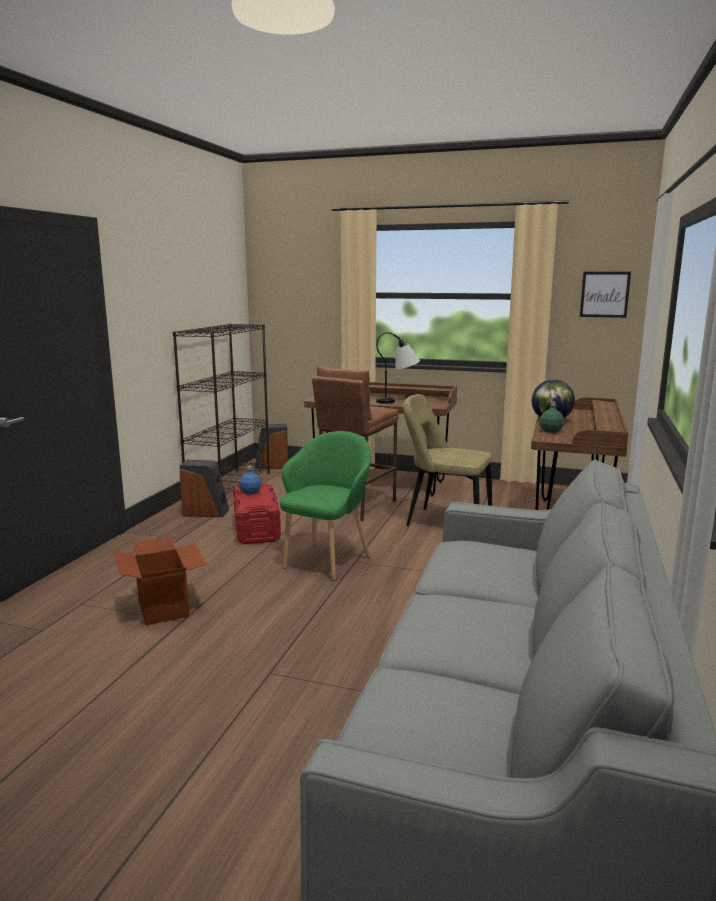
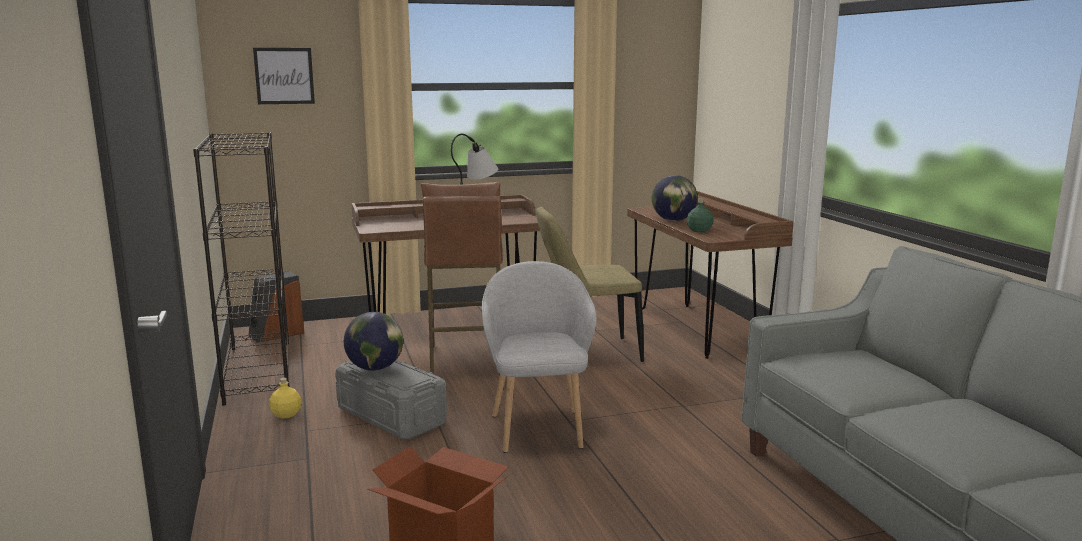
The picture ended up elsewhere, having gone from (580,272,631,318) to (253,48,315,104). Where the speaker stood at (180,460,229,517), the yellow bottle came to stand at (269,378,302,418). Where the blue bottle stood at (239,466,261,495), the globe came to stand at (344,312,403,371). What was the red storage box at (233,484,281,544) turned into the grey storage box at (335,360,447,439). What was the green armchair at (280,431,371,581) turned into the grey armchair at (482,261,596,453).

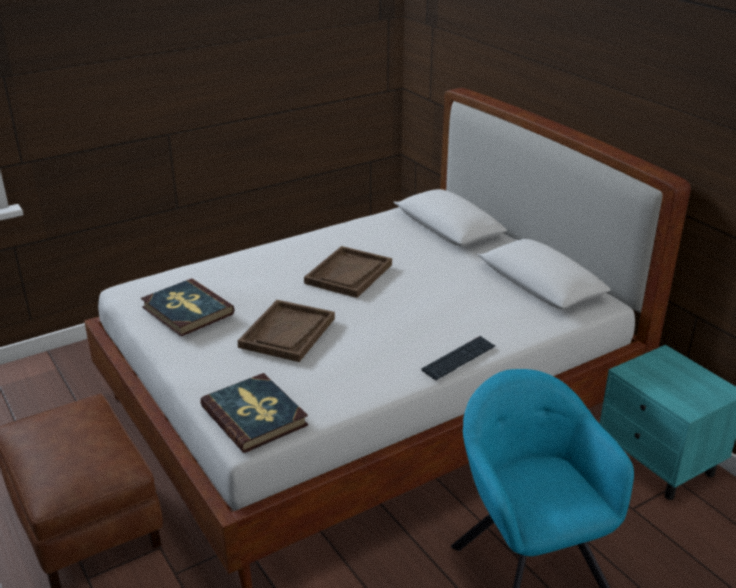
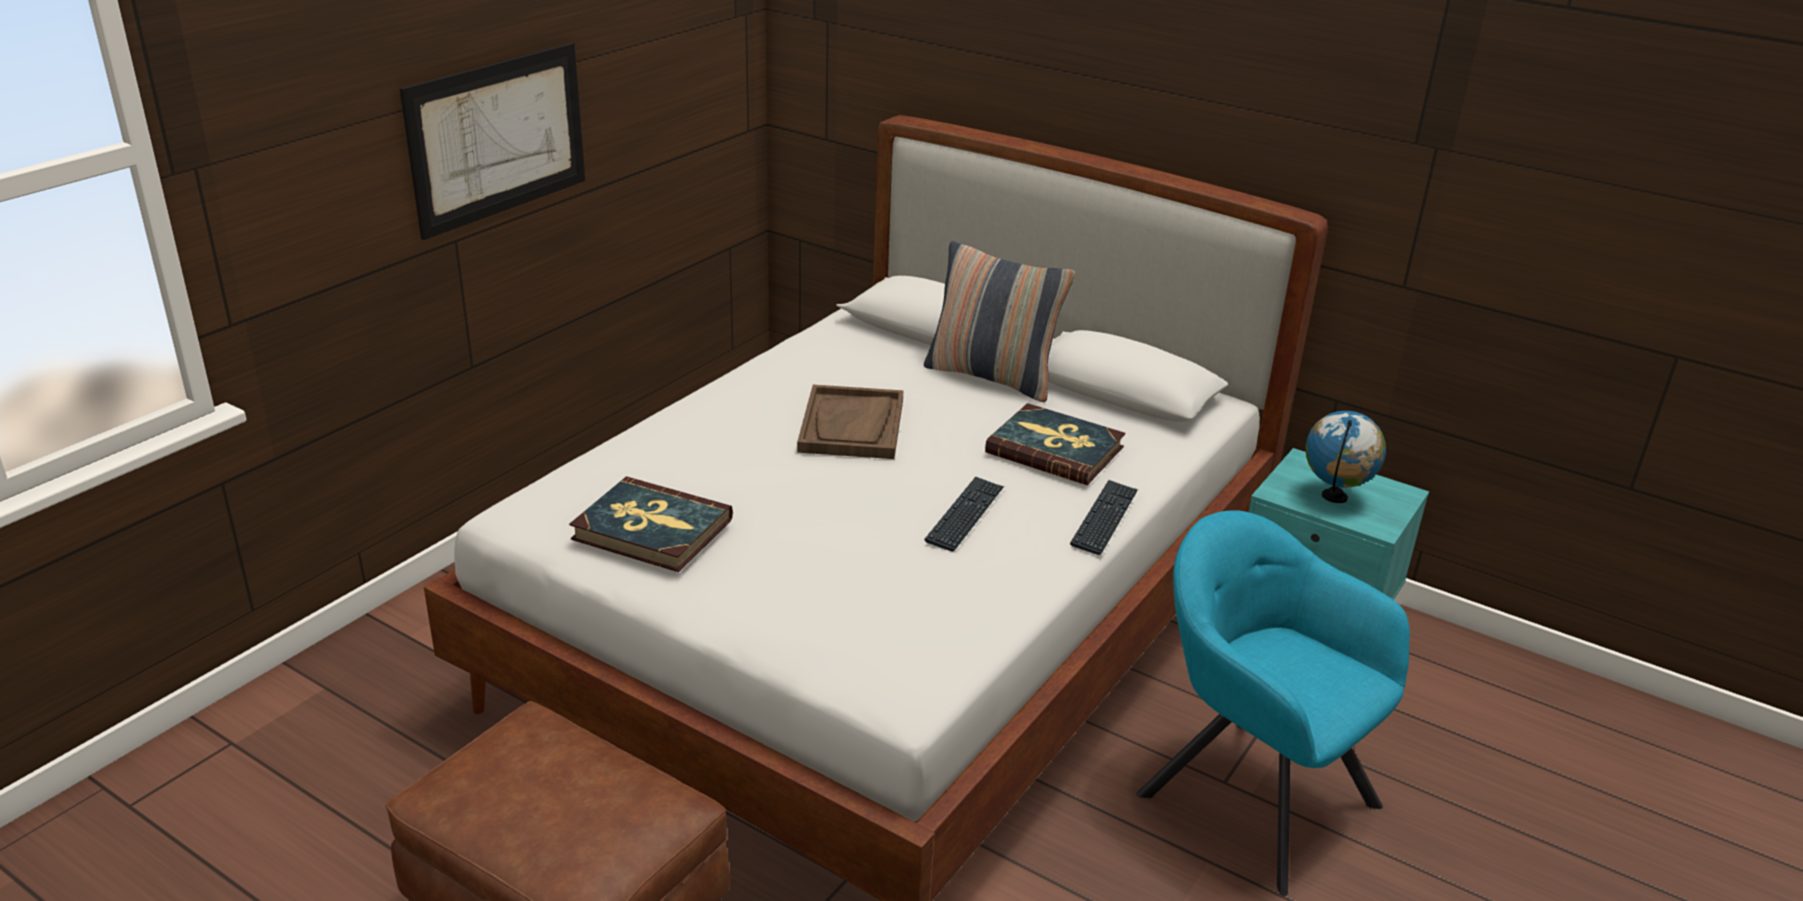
The second view lost the brown tray at (237,300,335,362). The second view gained the picture at (400,43,585,240). The second view gained the pillow at (924,241,1075,402). The second view gained the keyboard at (924,477,1004,552). The second view gained the globe at (1305,411,1386,503). The book ended up elsewhere, having gone from (200,373,308,453) to (985,403,1125,485).

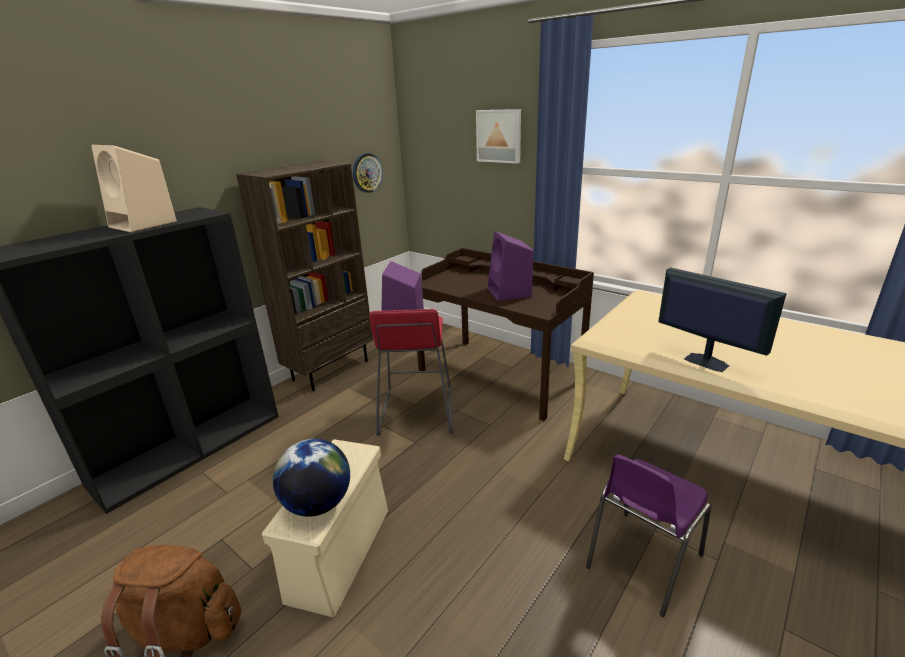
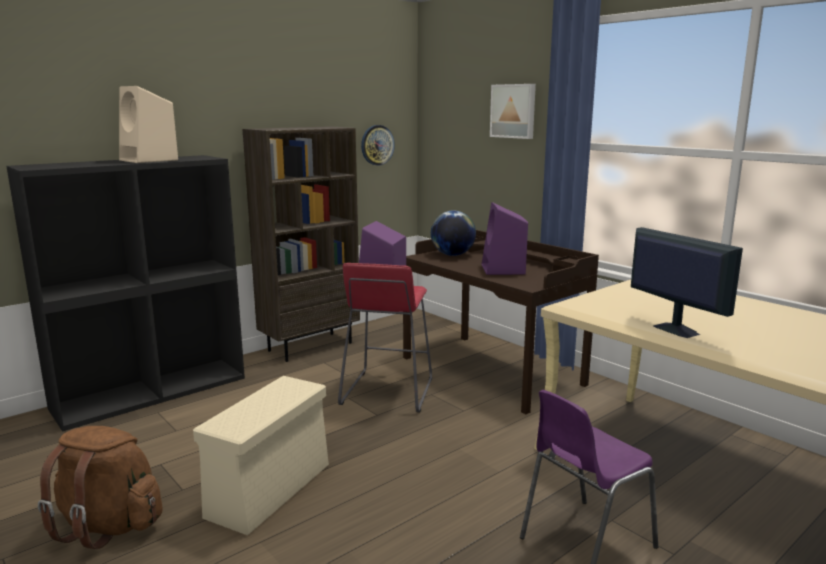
The globe ended up elsewhere, having gone from (273,439,350,517) to (431,210,476,256).

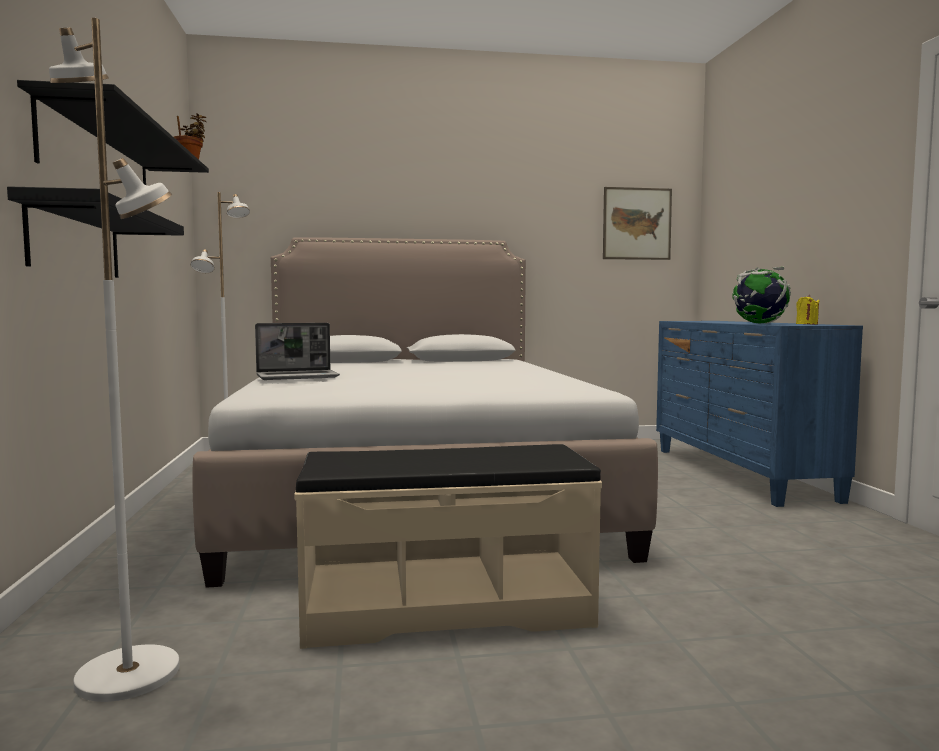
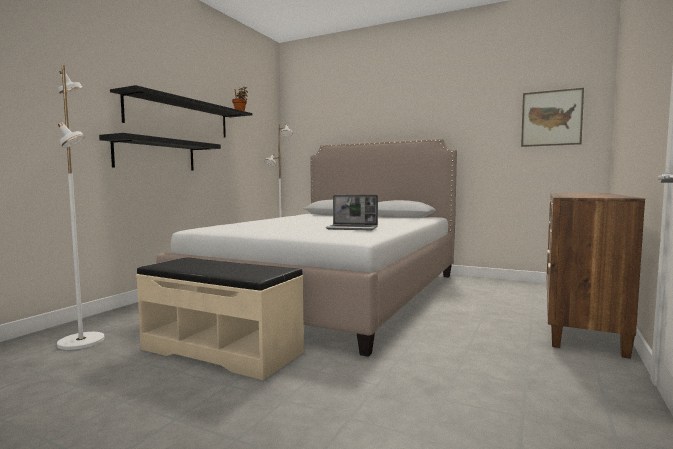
The second view lost the globe at (732,267,791,324). The second view lost the yellow candle at (796,295,820,325). The laptop ended up elsewhere, having gone from (255,323,340,380) to (326,195,378,230). What was the blue dresser at (656,321,863,507) turned into the brown dresser at (547,193,645,359).

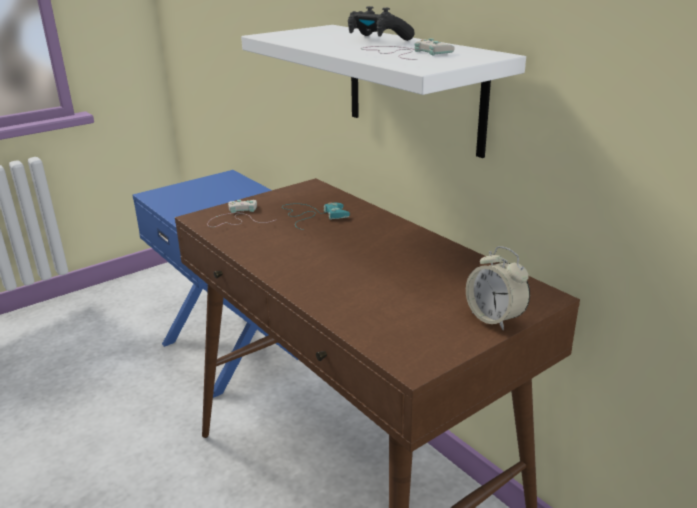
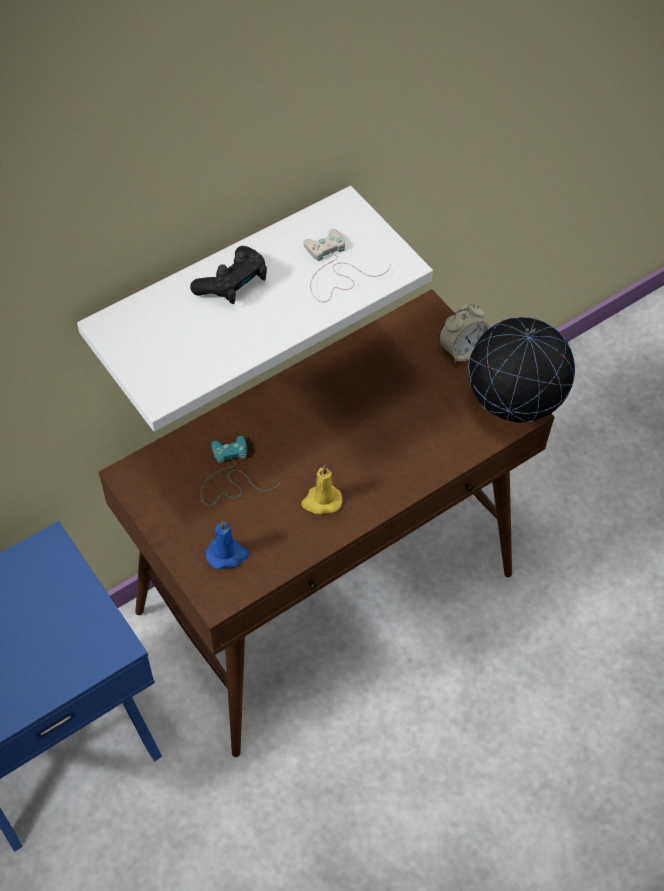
The second view gained the yellow candle at (301,465,342,515). The second view gained the globe at (468,317,575,423). Where the white game controller stood at (207,200,277,227), the blue candle came to stand at (206,521,249,569).

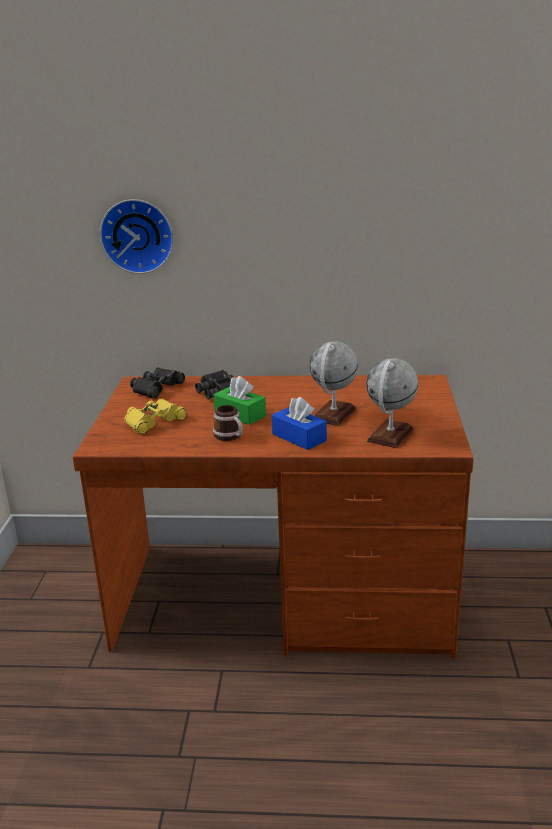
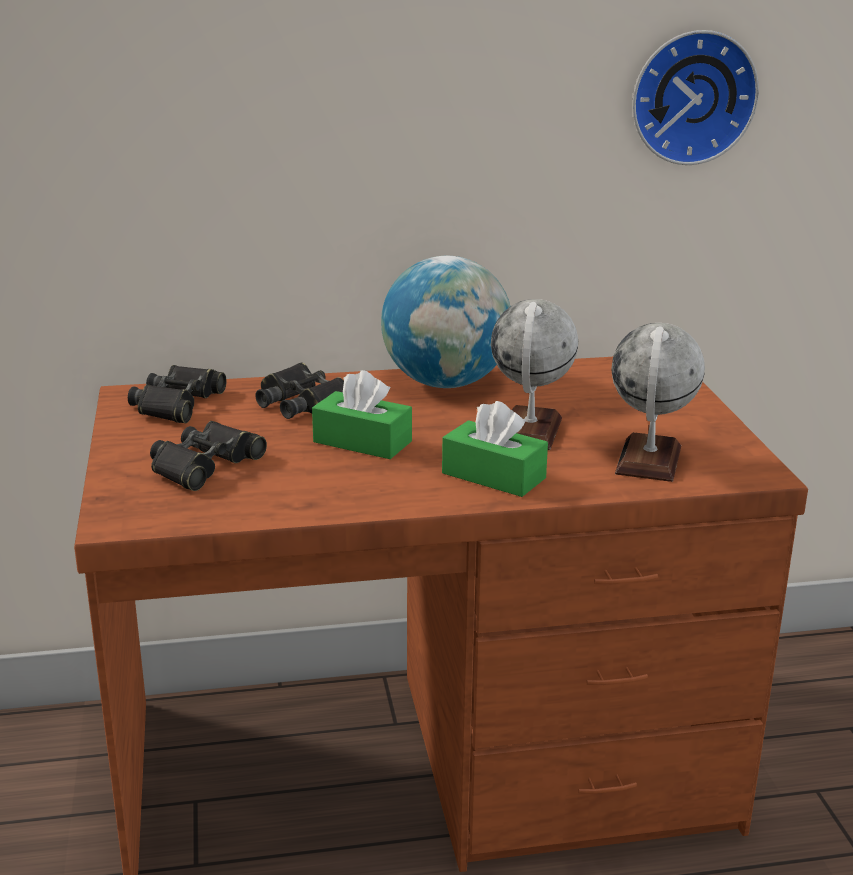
The second view lost the mug at (213,405,243,441). The second view gained the globe at (381,256,511,388). The wall clock ended up elsewhere, having gone from (100,199,173,274) to (632,30,759,165). What was the yellow binoculars at (124,398,187,434) turned into the black binoculars at (150,421,267,491). What was the blue tissue box at (272,397,327,450) turned into the green tissue box at (442,401,548,497).

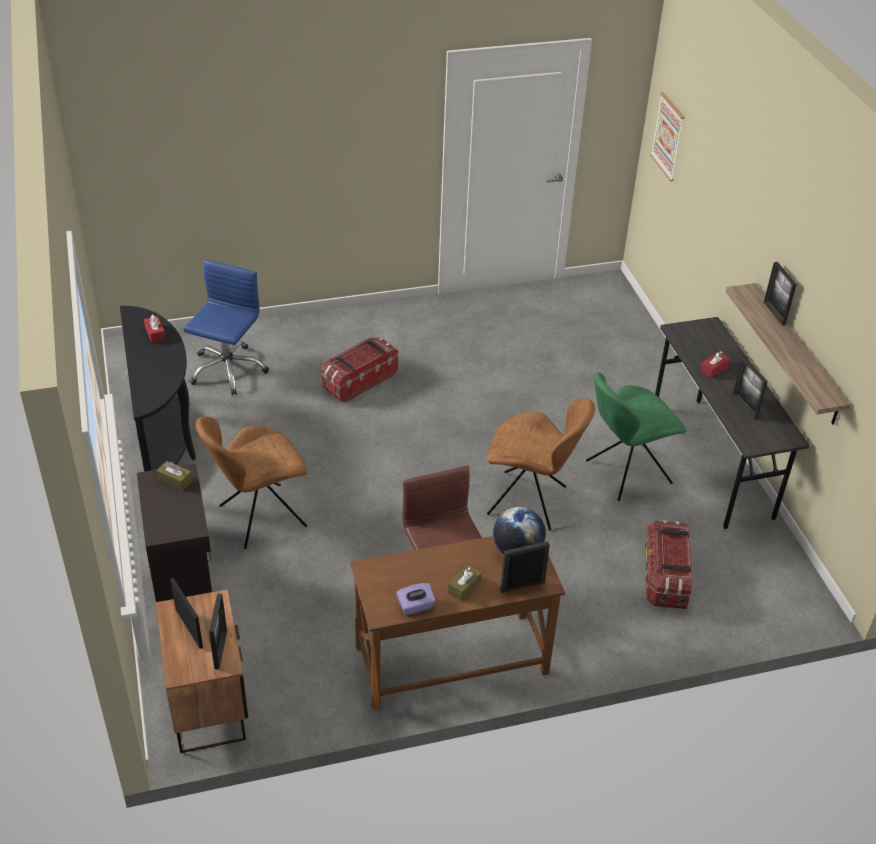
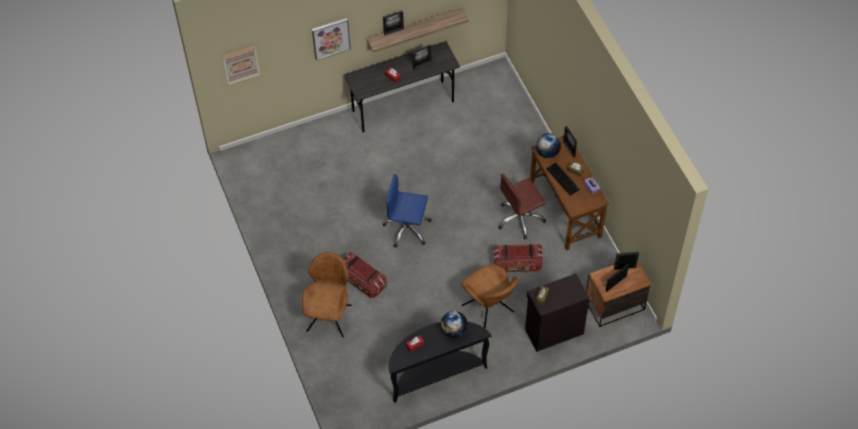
The second view lost the green chair at (586,373,686,501). The second view gained the picture at (312,18,351,60). The second view gained the globe at (441,311,468,338). The second view gained the keyboard at (546,163,580,196). The blue office chair ended up elsewhere, having gone from (183,259,269,396) to (383,174,431,248). The brown chair ended up elsewhere, having gone from (487,398,595,531) to (302,252,352,337). The storage box ended up elsewhere, having gone from (645,520,692,609) to (493,244,543,272).

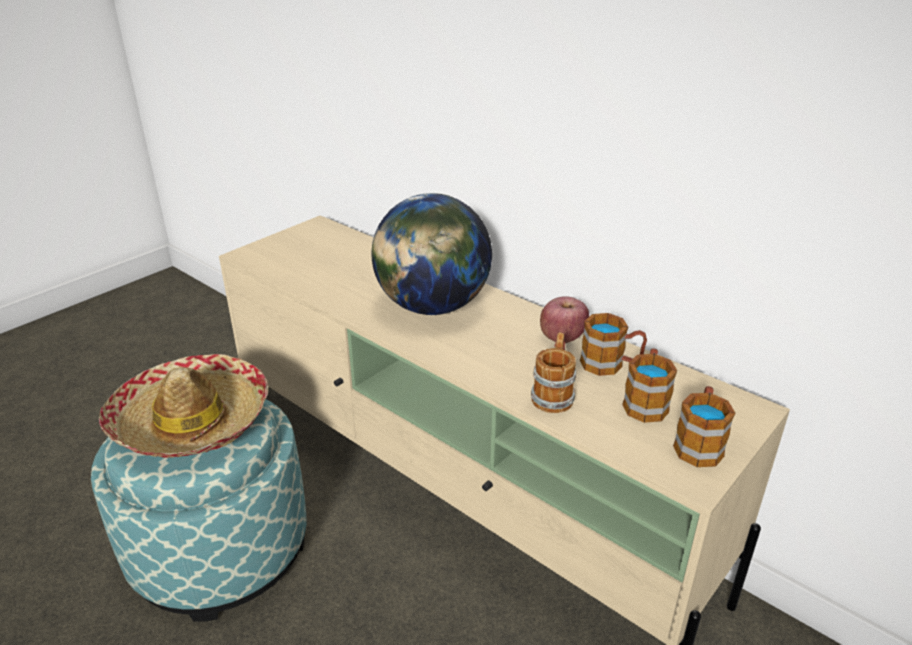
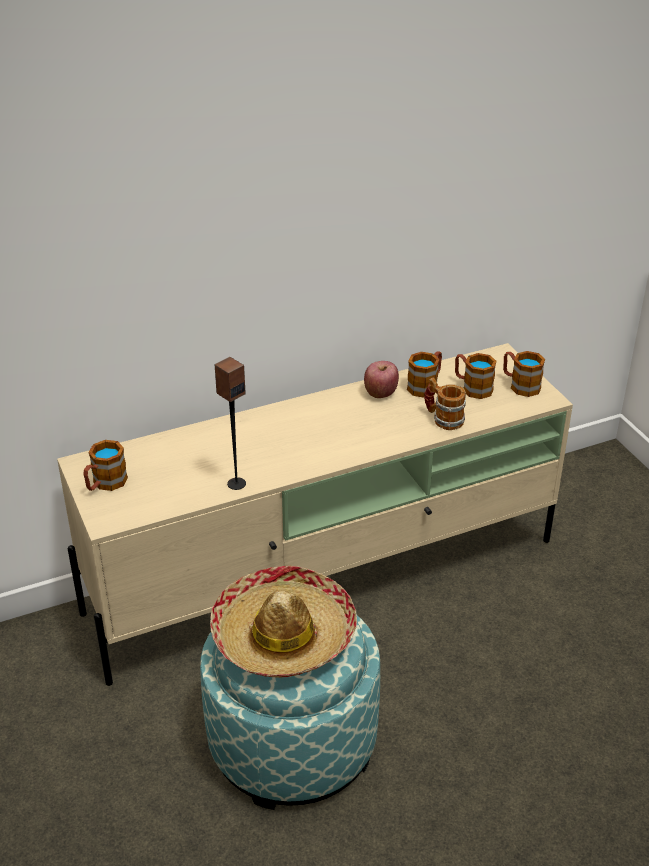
The second view lost the globe at (371,193,492,315). The second view gained the mug at (83,440,128,491). The second view gained the speaker at (214,357,246,490).

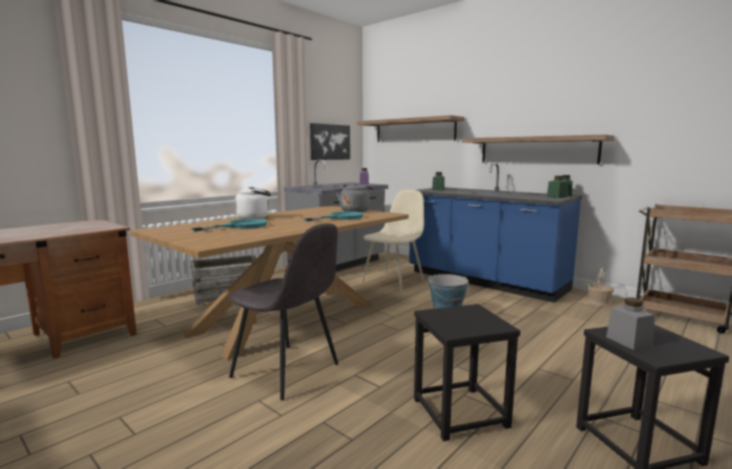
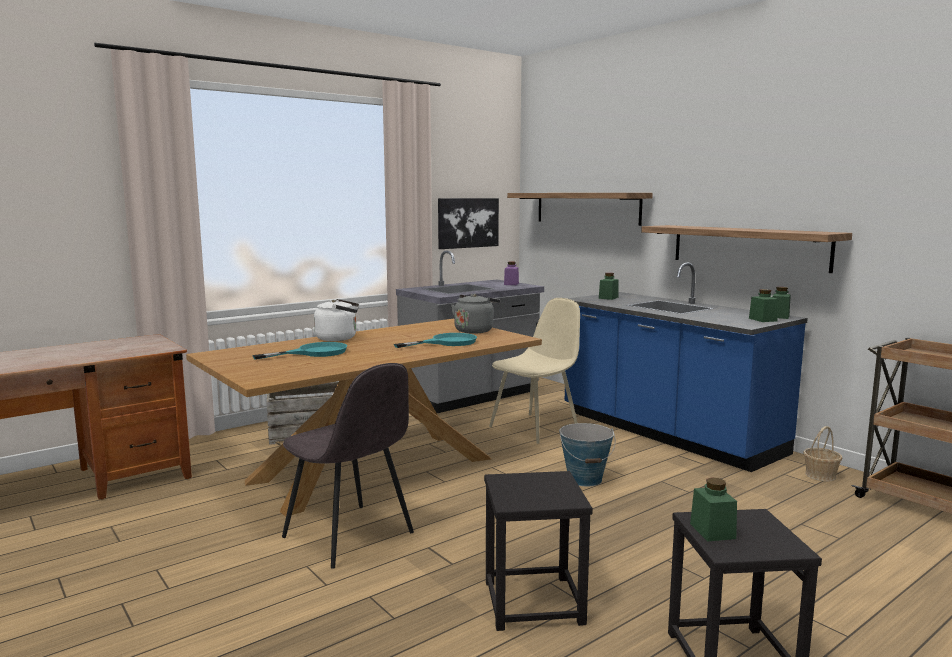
What was the grey jar at (606,297,655,350) turned into the green jar at (690,477,737,541).

